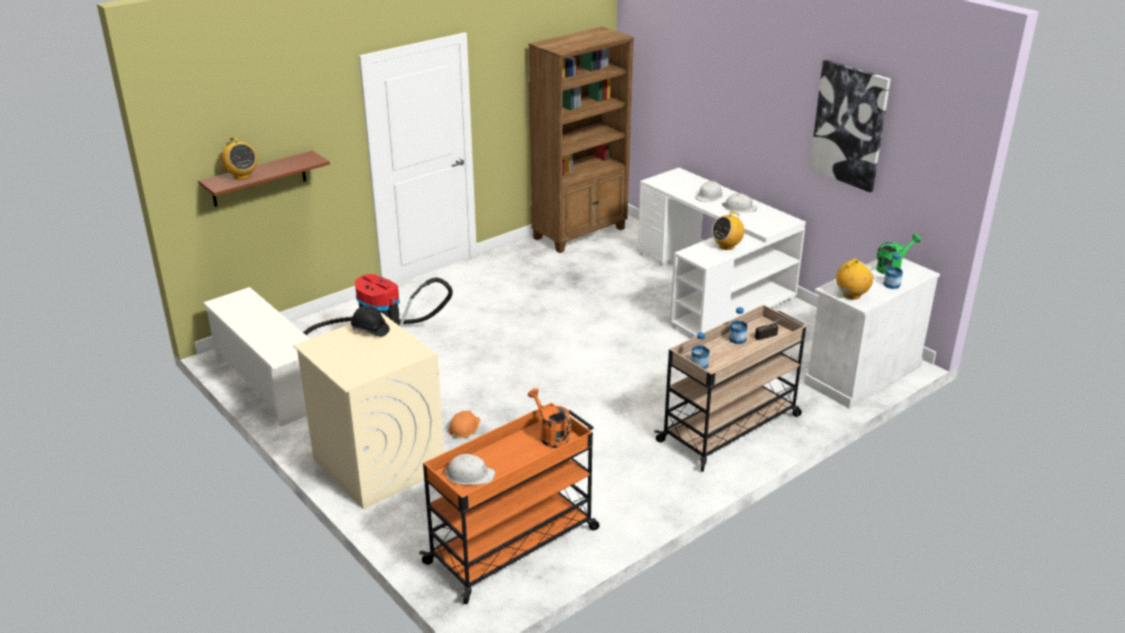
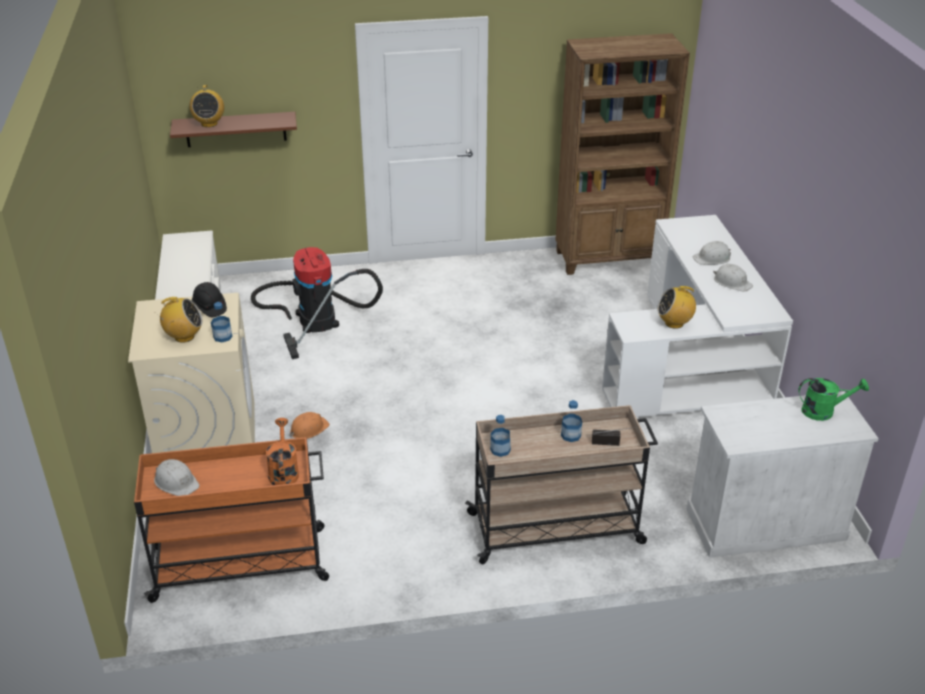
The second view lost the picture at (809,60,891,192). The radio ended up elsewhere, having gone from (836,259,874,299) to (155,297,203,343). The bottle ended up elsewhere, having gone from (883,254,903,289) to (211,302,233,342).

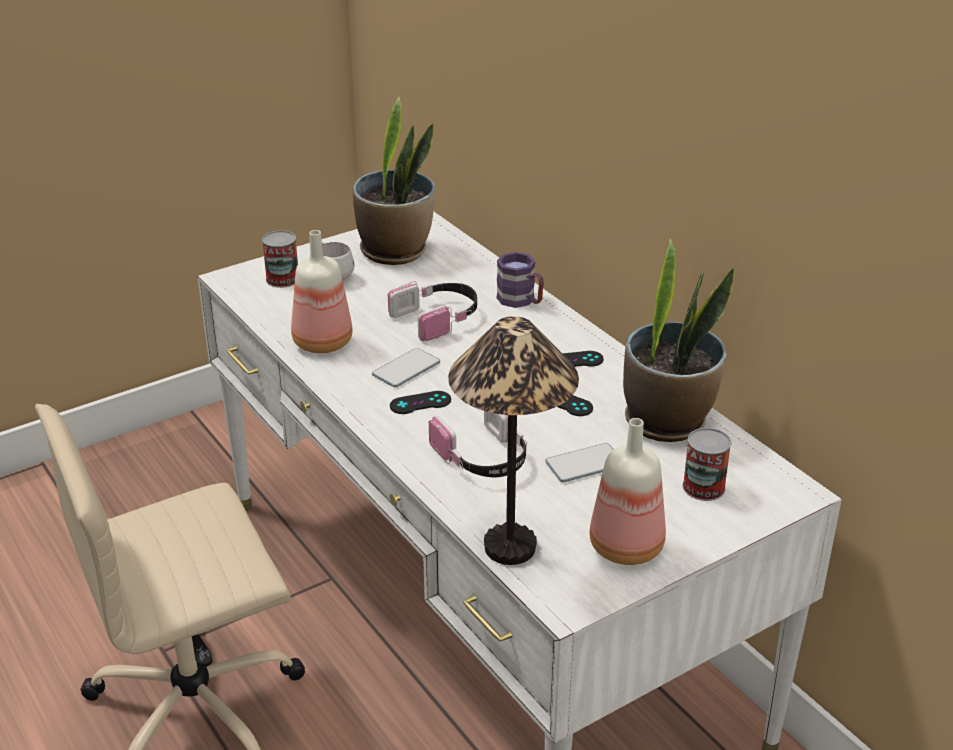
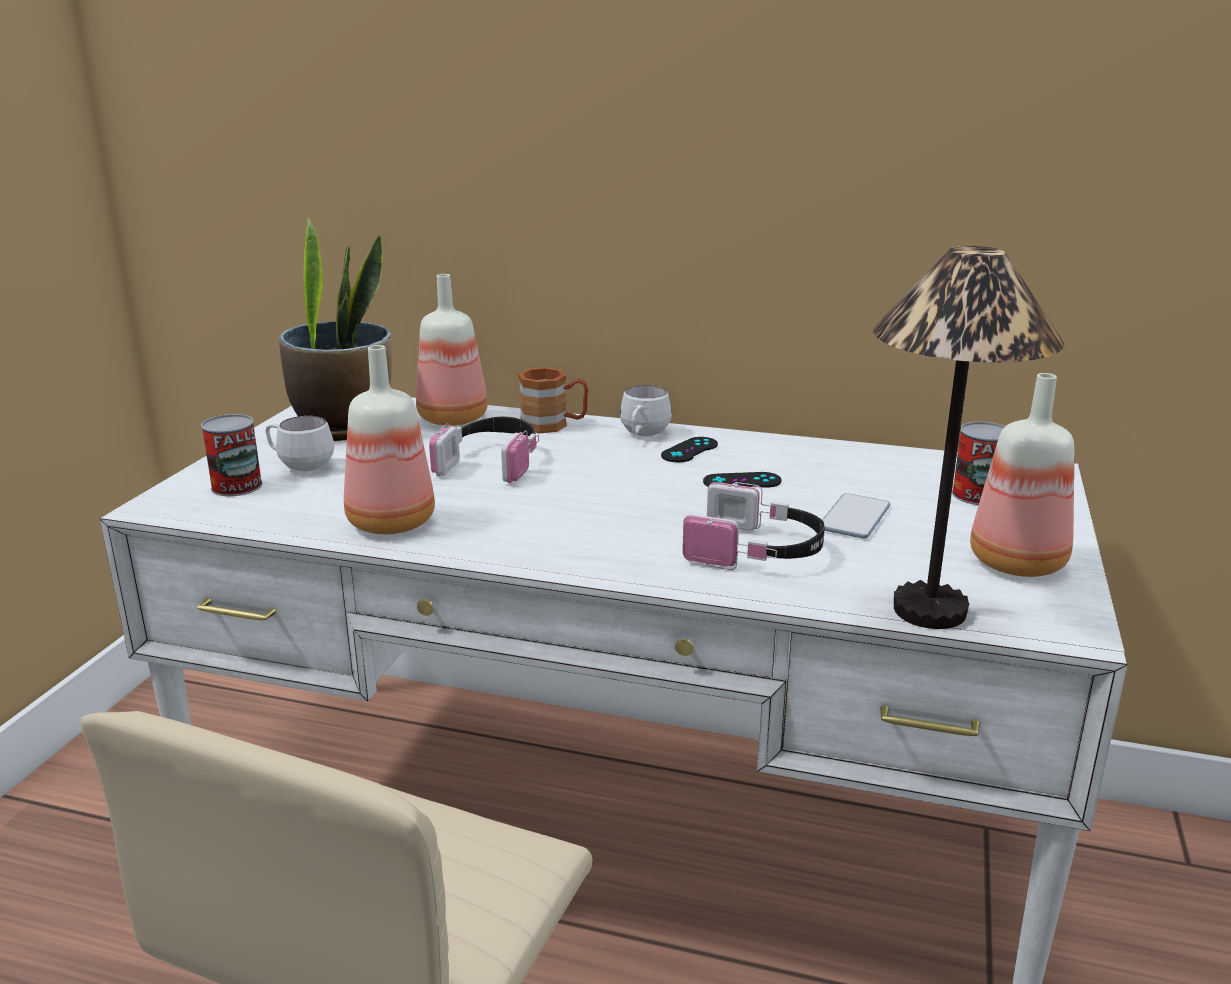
The second view lost the phone at (372,348,440,387). The second view lost the black game controller at (390,391,451,414). The second view lost the potted plant at (623,238,735,442). The second view gained the bottle at (416,274,488,426). The second view gained the white mug at (620,385,672,436). What was the purple mug at (496,252,544,308) turned into the brown mug at (518,367,588,434).

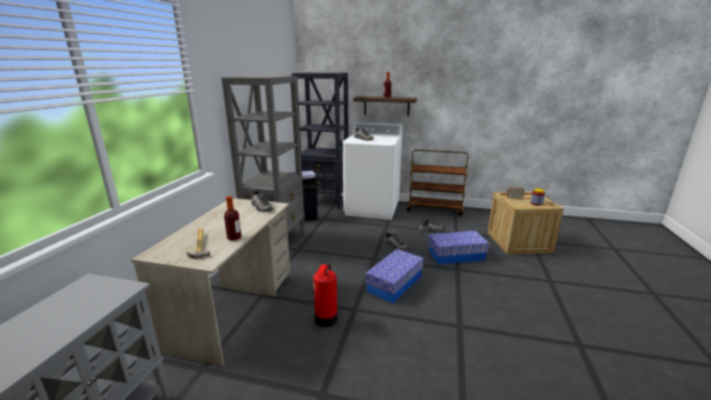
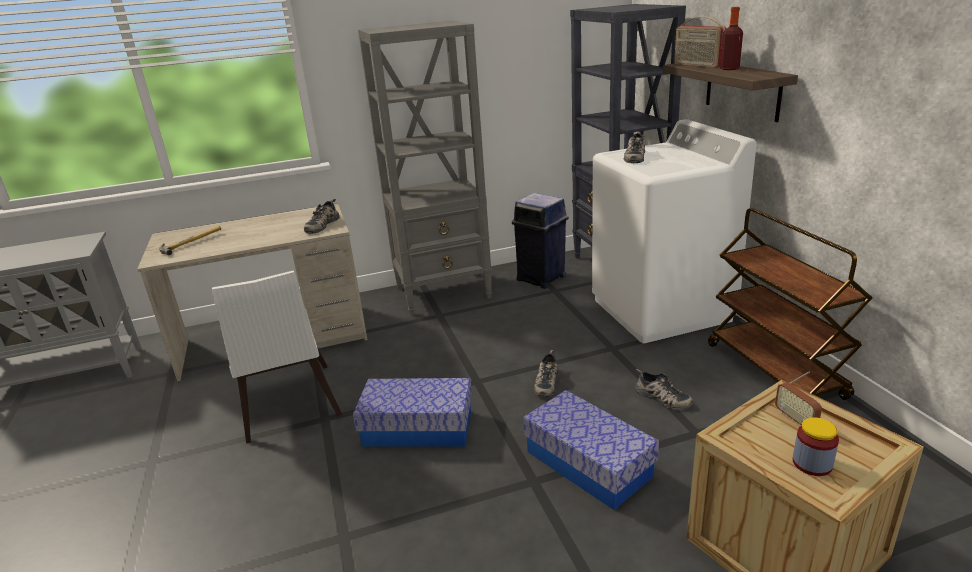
The second view lost the bottle at (224,196,241,241). The second view gained the radio at (674,17,726,68). Where the fire extinguisher stood at (313,264,338,327), the white chair came to stand at (212,271,342,444).

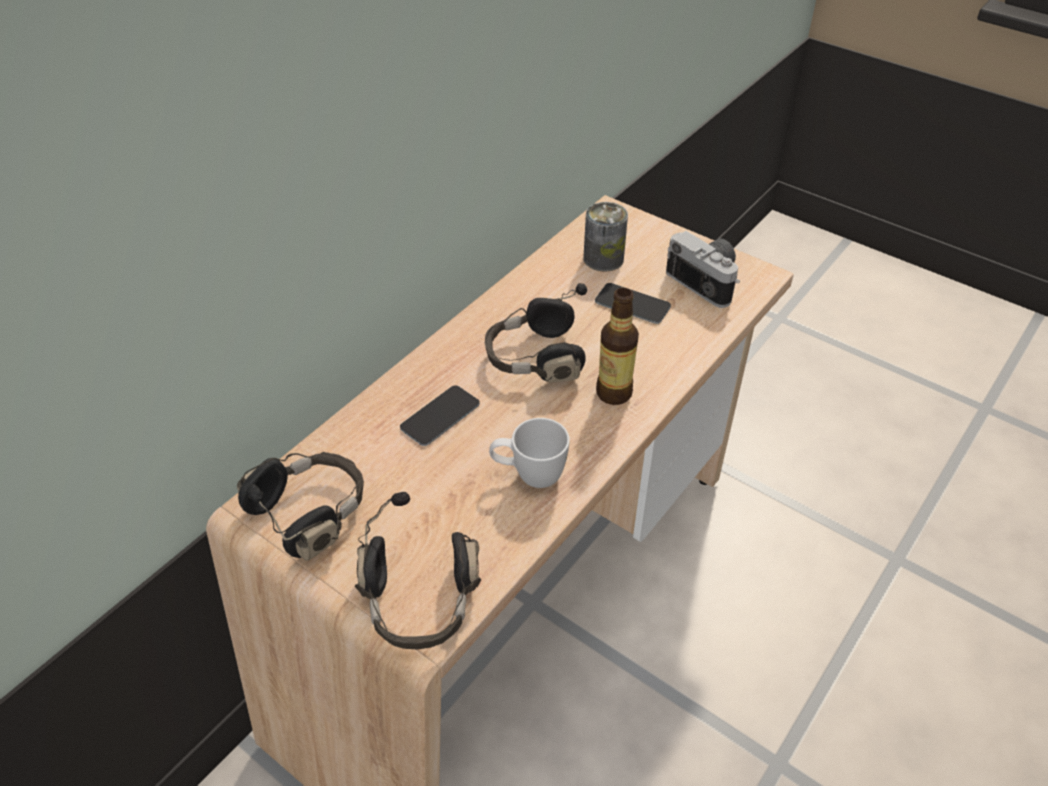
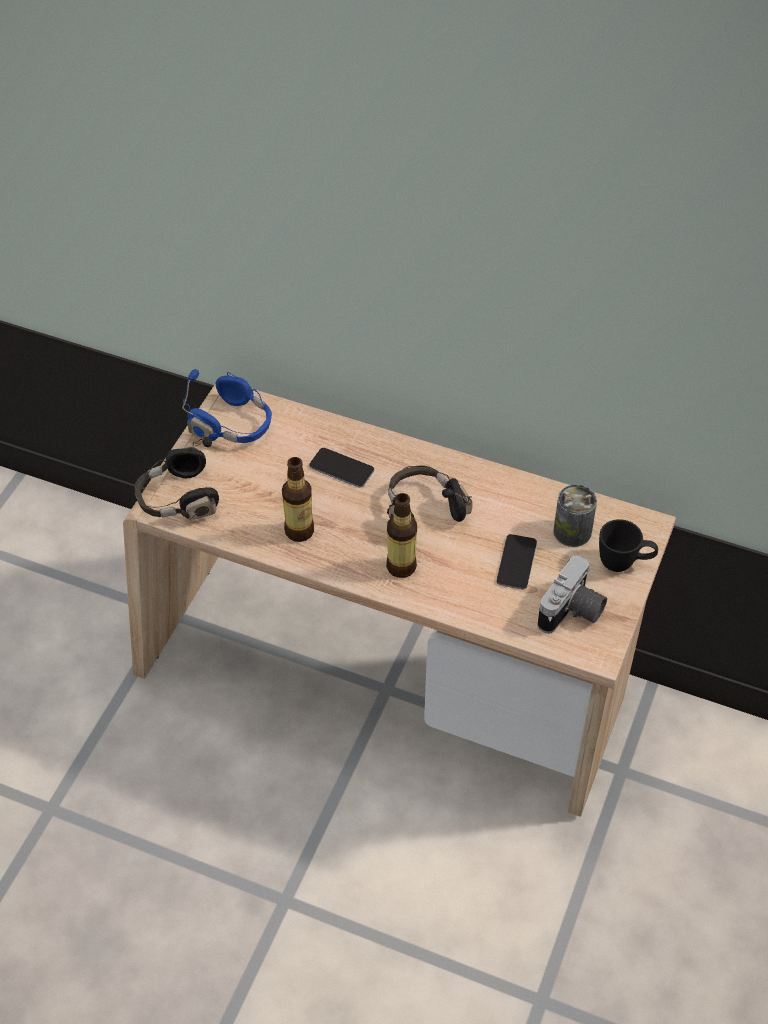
The second view gained the black mug at (599,519,658,572). Where the white mug stood at (489,418,570,488), the bottle came to stand at (282,457,314,542). What was the black headphones at (237,452,364,561) turned into the blue headphones at (182,369,272,443).

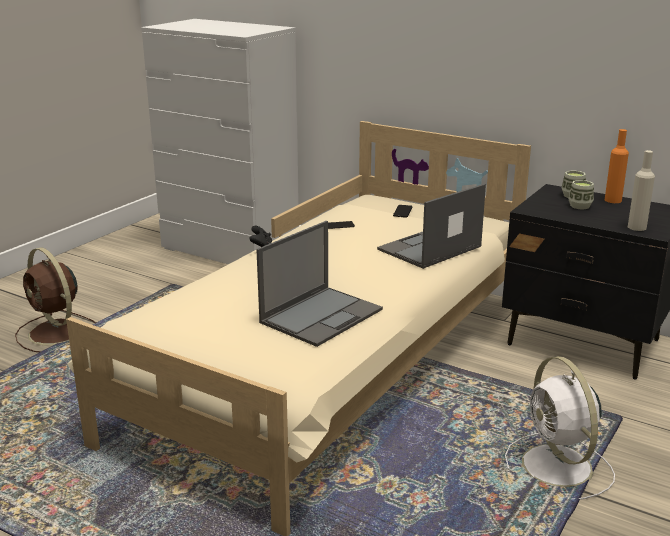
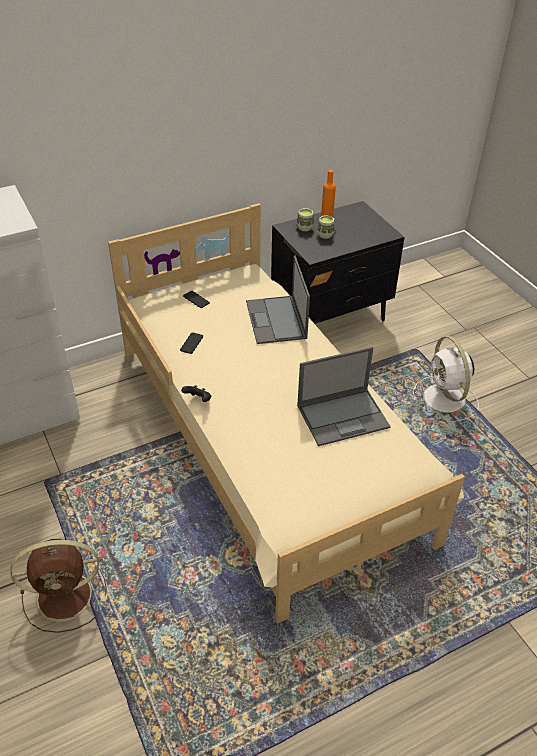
The second view lost the beige bottle at (628,150,655,231). The laptop at (256,221,383,347) ended up facing another way, 90 degrees clockwise from before. The white fan at (505,356,615,500) ended up facing another way, 60 degrees clockwise from before.

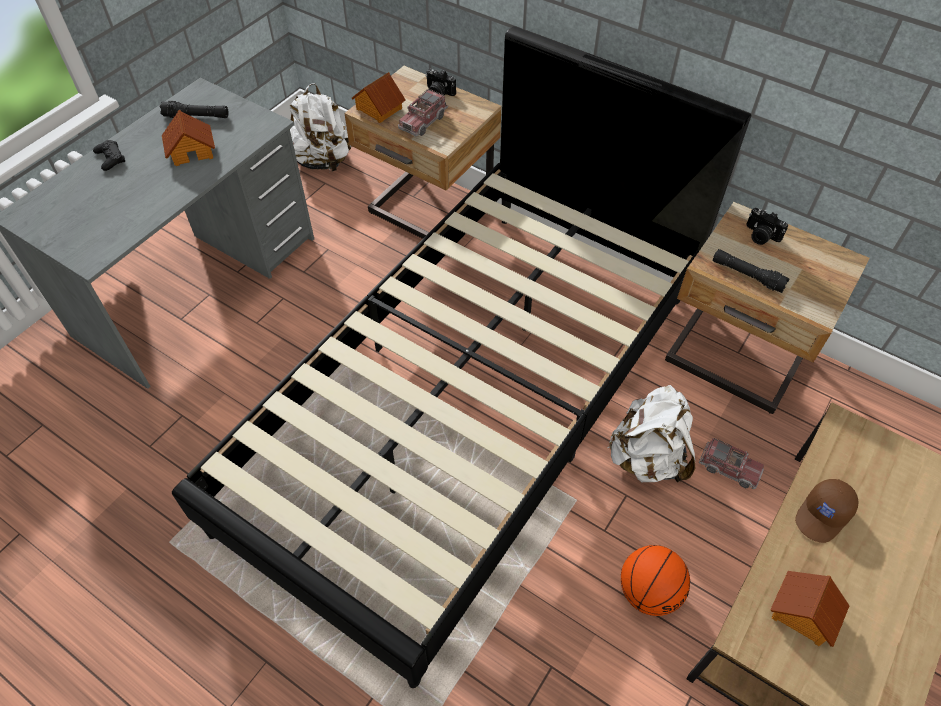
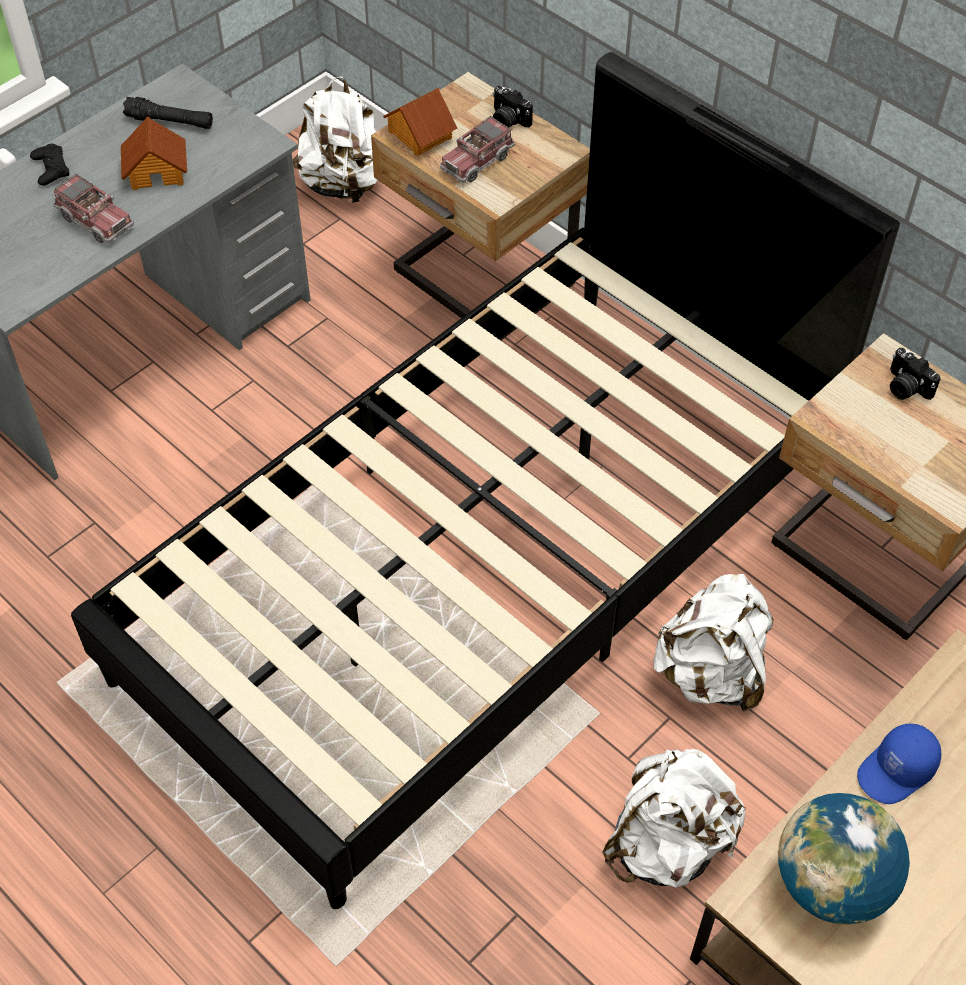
The second view lost the black flashlight at (713,249,790,293). The toy truck ended up elsewhere, having gone from (699,438,764,489) to (53,174,134,243). Where the basketball stood at (621,545,690,616), the white backpack came to stand at (602,749,746,887). Where the toy house stood at (770,571,850,647), the globe came to stand at (778,793,910,925). What was the brown cap at (795,479,859,543) turned into the blue cap at (857,724,941,804).

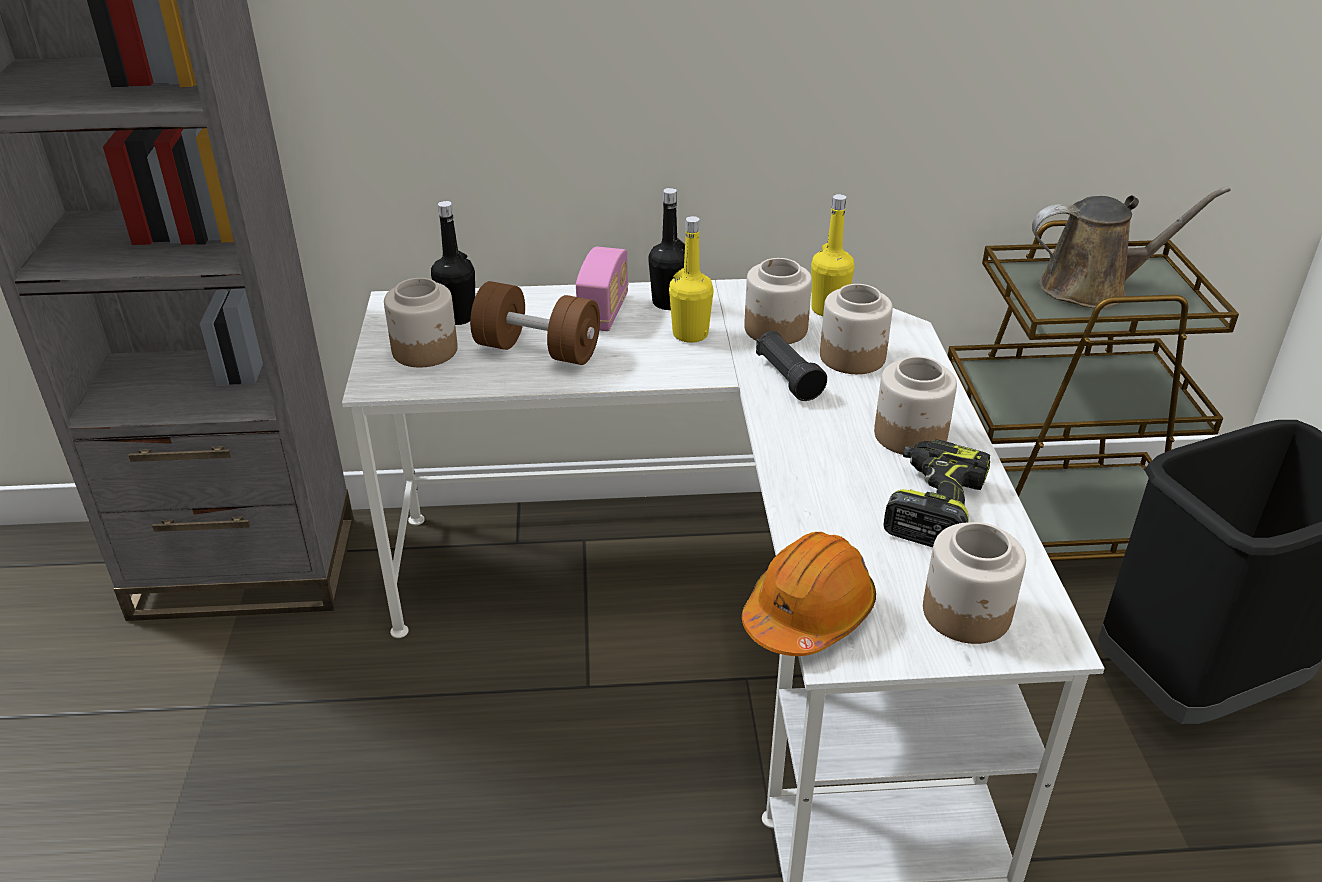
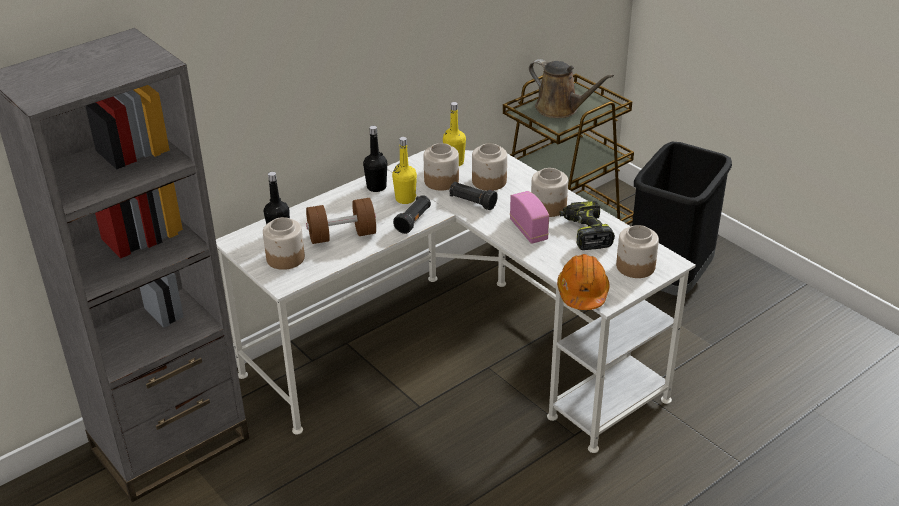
The second view gained the black flashlight at (393,195,431,234). The radio ended up elsewhere, having gone from (576,247,628,331) to (510,191,549,244). The brown watering can at (1032,187,1230,308) ended up facing another way, 75 degrees clockwise from before.

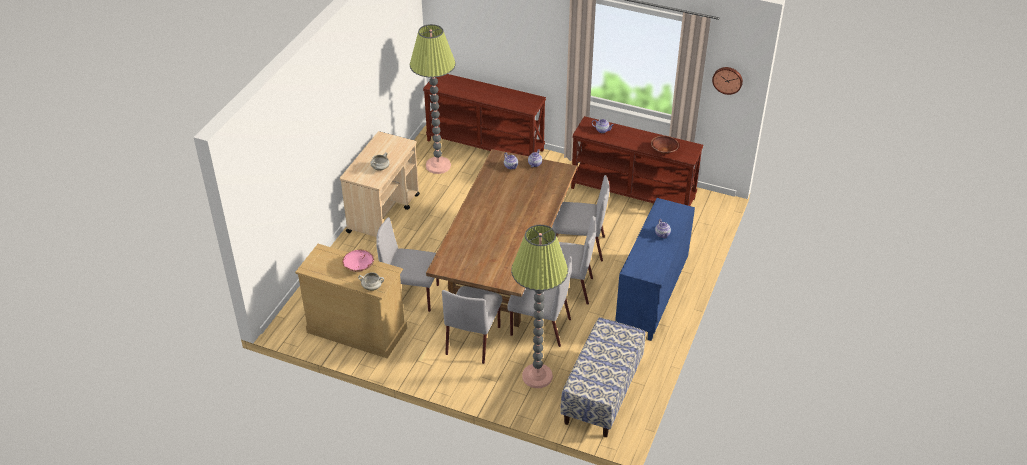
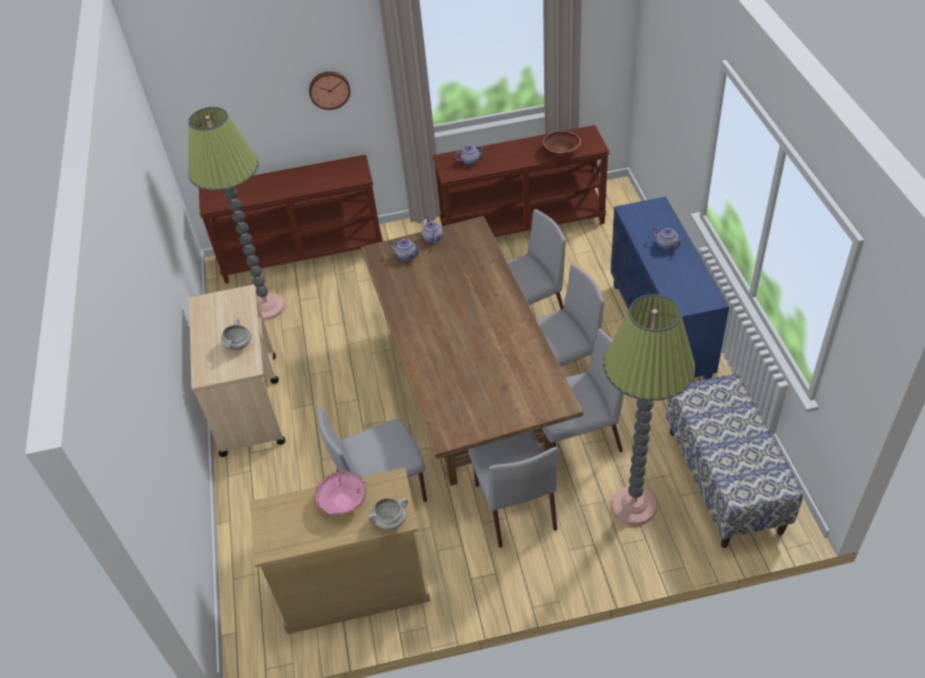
The wall clock ended up elsewhere, having gone from (712,67,743,95) to (309,71,350,110).

